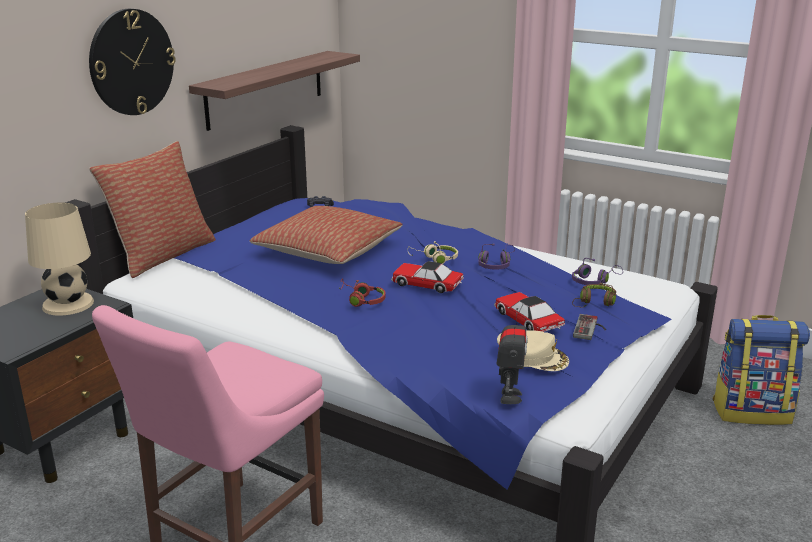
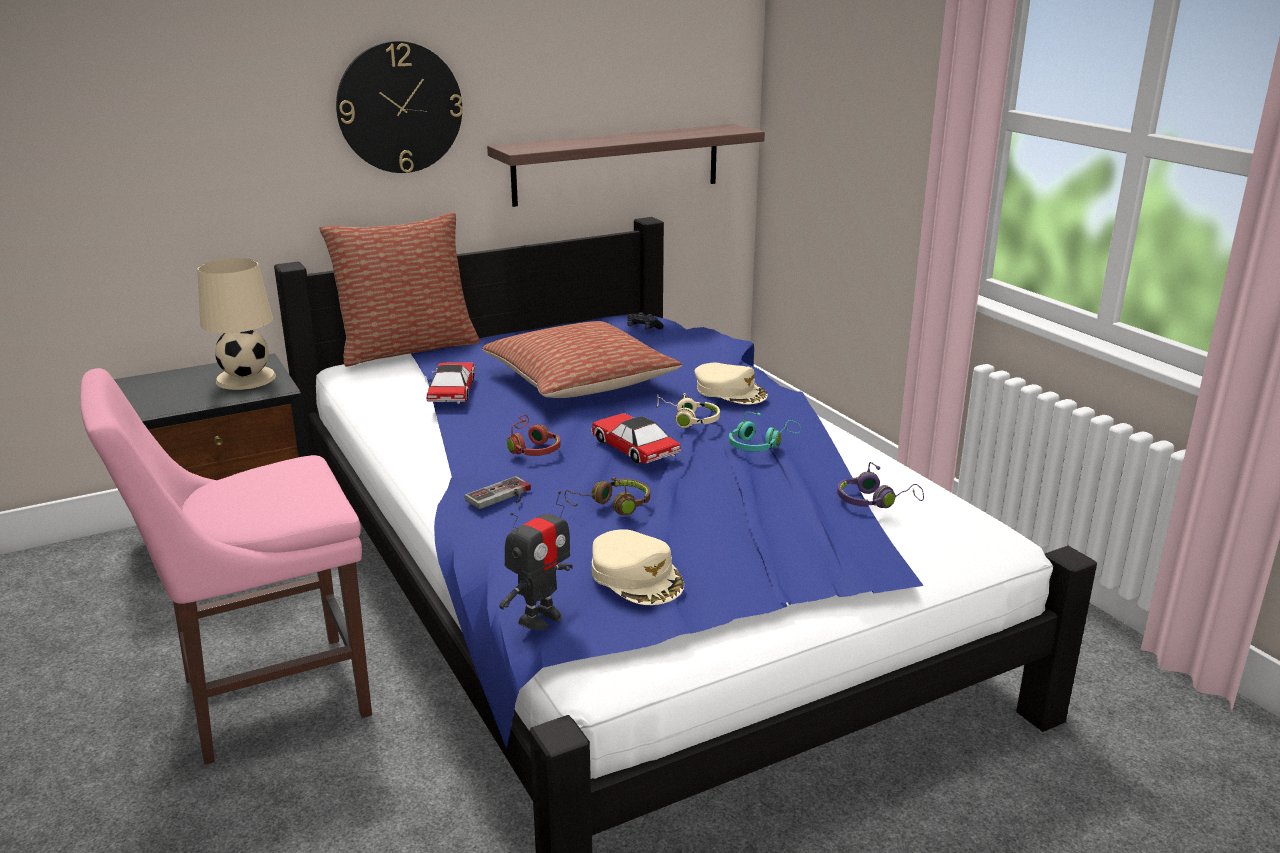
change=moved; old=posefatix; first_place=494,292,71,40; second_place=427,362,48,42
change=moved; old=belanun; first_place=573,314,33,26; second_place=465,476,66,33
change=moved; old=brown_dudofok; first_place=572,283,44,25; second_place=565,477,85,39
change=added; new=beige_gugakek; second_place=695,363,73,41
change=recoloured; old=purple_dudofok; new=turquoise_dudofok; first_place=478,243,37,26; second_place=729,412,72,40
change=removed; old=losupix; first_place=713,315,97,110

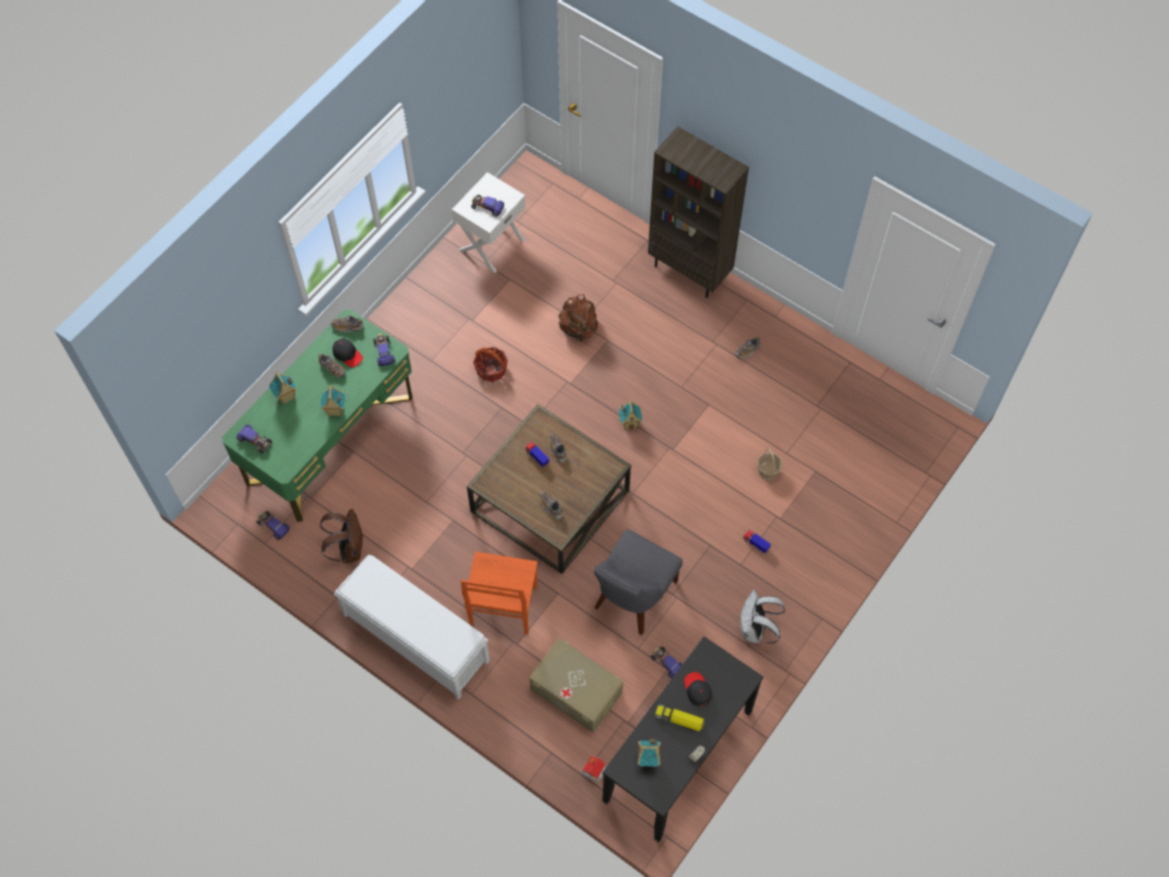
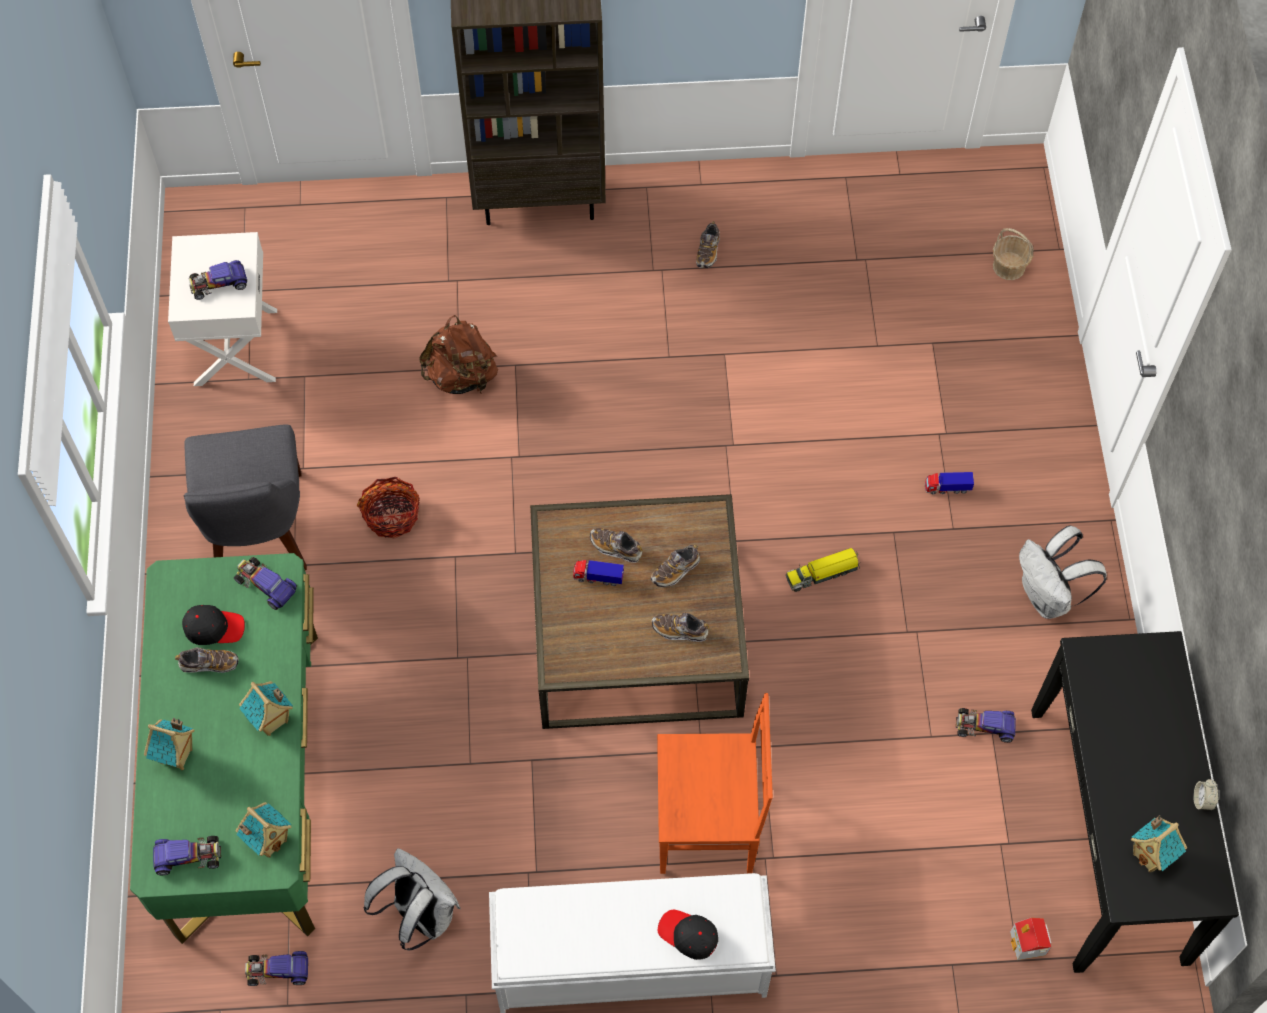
change=moved; old=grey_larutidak; first_place=594,529,88,106; second_place=184,424,123,146
change=moved; old=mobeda; first_place=619,400,23,30; second_place=236,802,56,56
change=recoloured; old=brown_losupix; new=white_losupix; first_place=320,509,43,54; second_place=363,848,98,102
change=moved; old=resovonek; first_place=331,315,32,17; second_place=651,545,49,42
change=turned; old=orange_larutidak; first_place=461,552,77,82; second_place=657,693,116,181; degrees=-60
change=moved; old=black_gugakek; first_place=684,672,28,34; second_place=658,910,60,50
change=moved; old=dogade; first_place=655,705,50,29; second_place=786,548,74,44
change=moved; old=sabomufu; first_place=757,448,26,32; second_place=993,228,41,52
change=removed; old=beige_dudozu; first_place=529,638,94,95

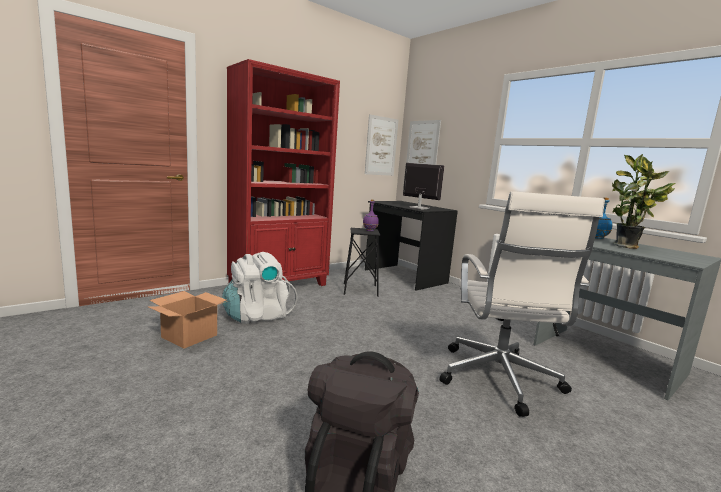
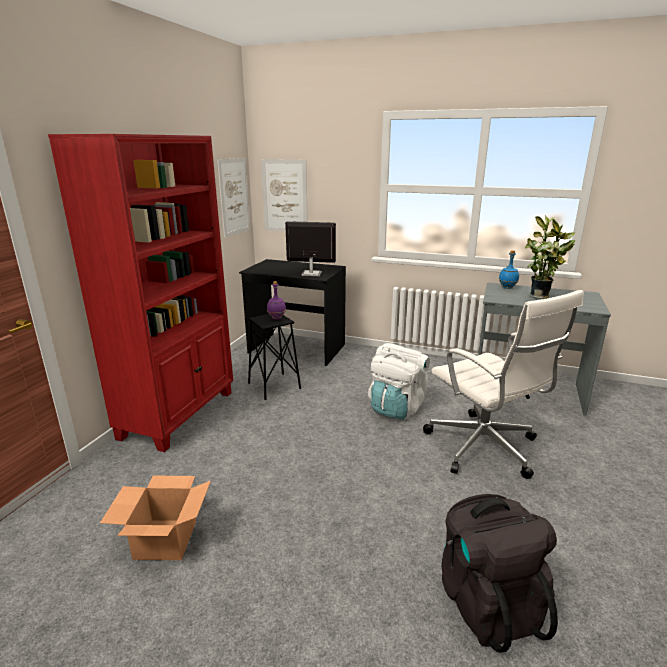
change=moved; old=white_losupix; first_place=222,252,75,72; second_place=368,343,62,77

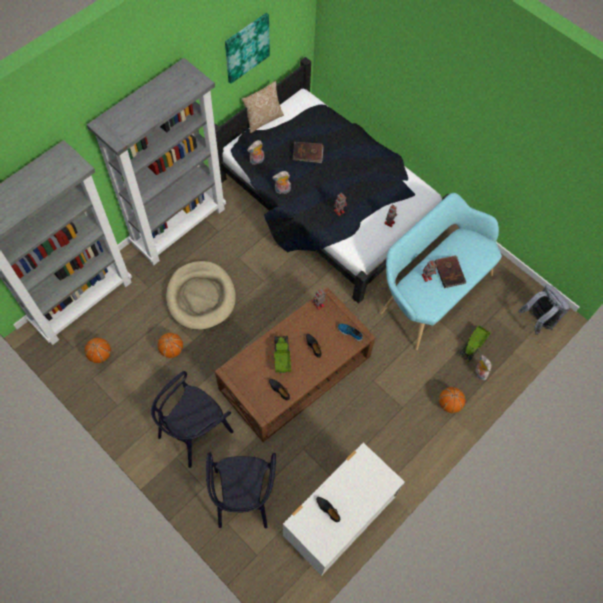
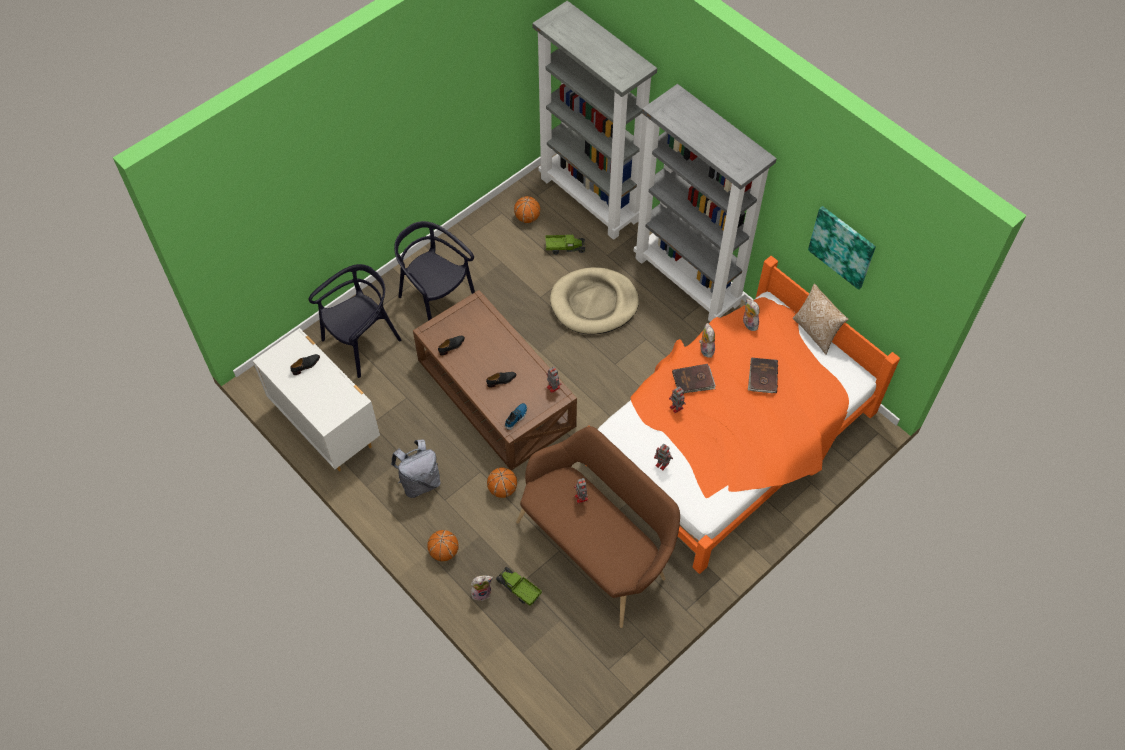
change=turned; old=black_larutidak; first_place=206,452,70,77; second_place=309,264,92,114; degrees=135
change=moved; old=grey_losupix; first_place=518,285,52,50; second_place=391,439,49,59
change=moved; old=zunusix; first_place=158,333,25,25; second_place=487,467,30,31
change=recoloured; old=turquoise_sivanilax; new=brown_sivanilax; first_place=380,193,122,157; second_place=516,426,164,202
change=moved; old=dogade; first_place=274,336,17,37; second_place=545,234,40,21
change=recoloured; old=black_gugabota; new=orange_gugabota; first_place=214,57,235,246; second_place=584,256,316,318
change=moved; old=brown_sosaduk; first_place=434,255,32,33; second_place=672,364,44,29

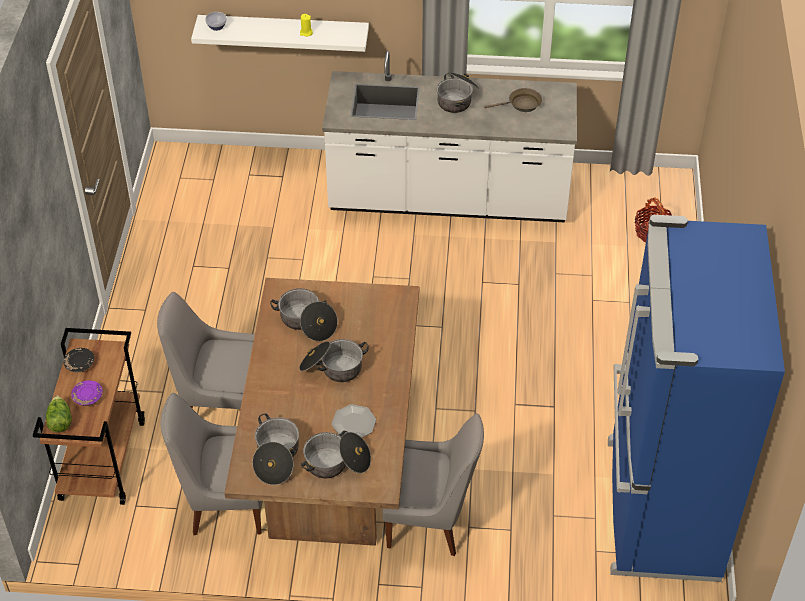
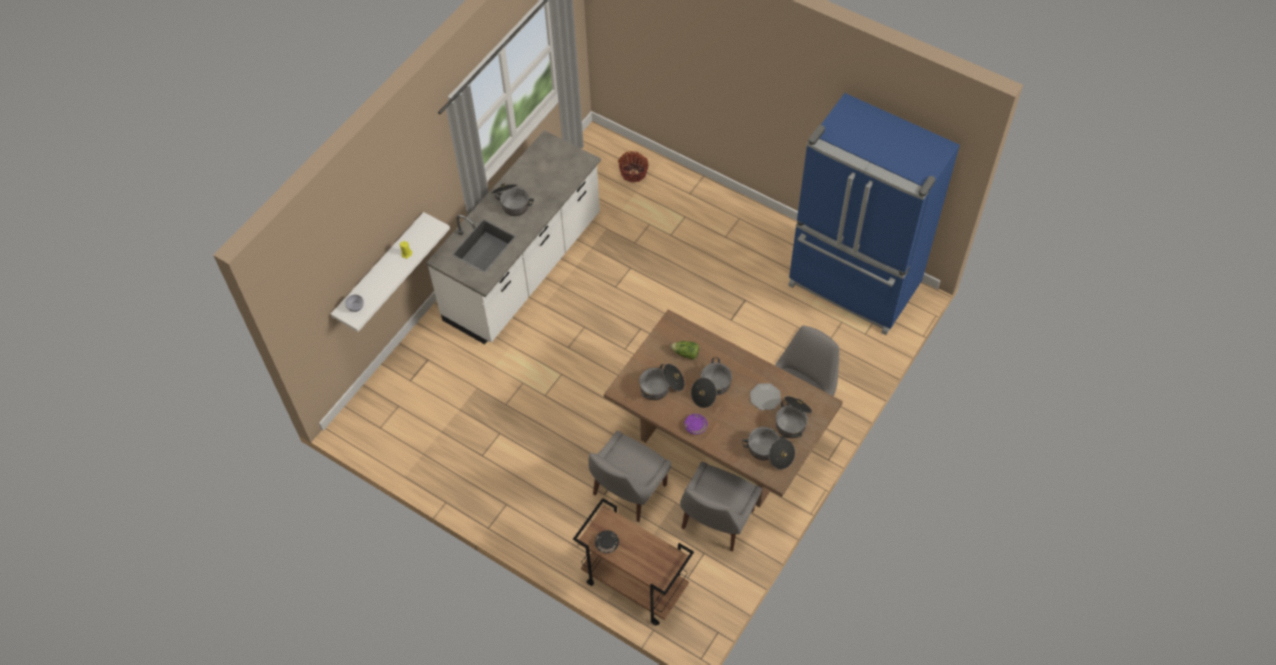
change=moved; old=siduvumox; first_place=46,396,26,37; second_place=670,341,29,19
change=moved; old=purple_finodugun; first_place=71,380,32,26; second_place=684,414,24,21
change=removed; old=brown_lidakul; first_place=484,88,58,24

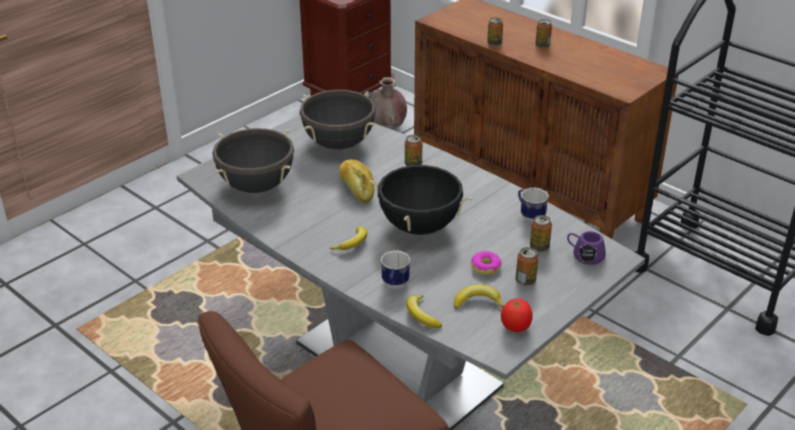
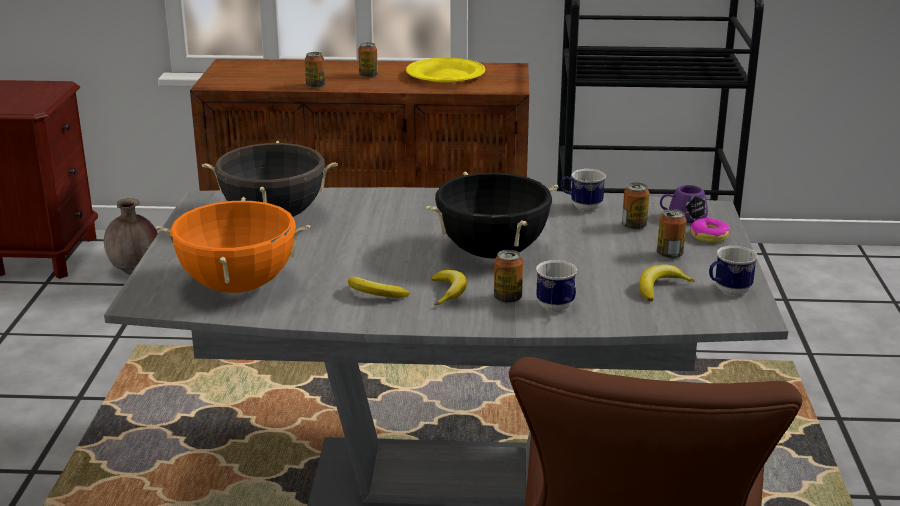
change=recoloured; old=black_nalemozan; new=orange_nalemozan; first_place=213,128,81,65; second_place=156,197,155,96
change=moved; old=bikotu; first_place=406,295,36,33; second_place=348,277,62,21
change=added; new=yellow_finodugun; second_place=406,57,79,26
change=moved; old=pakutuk; first_place=405,135,17,31; second_place=494,250,29,54
change=moved; old=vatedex; first_place=471,251,31,24; second_place=690,218,40,25
change=replaced; old=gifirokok; new=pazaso; first_place=501,298,32,34; second_place=709,246,49,50
change=removed; old=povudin; first_place=339,159,35,44

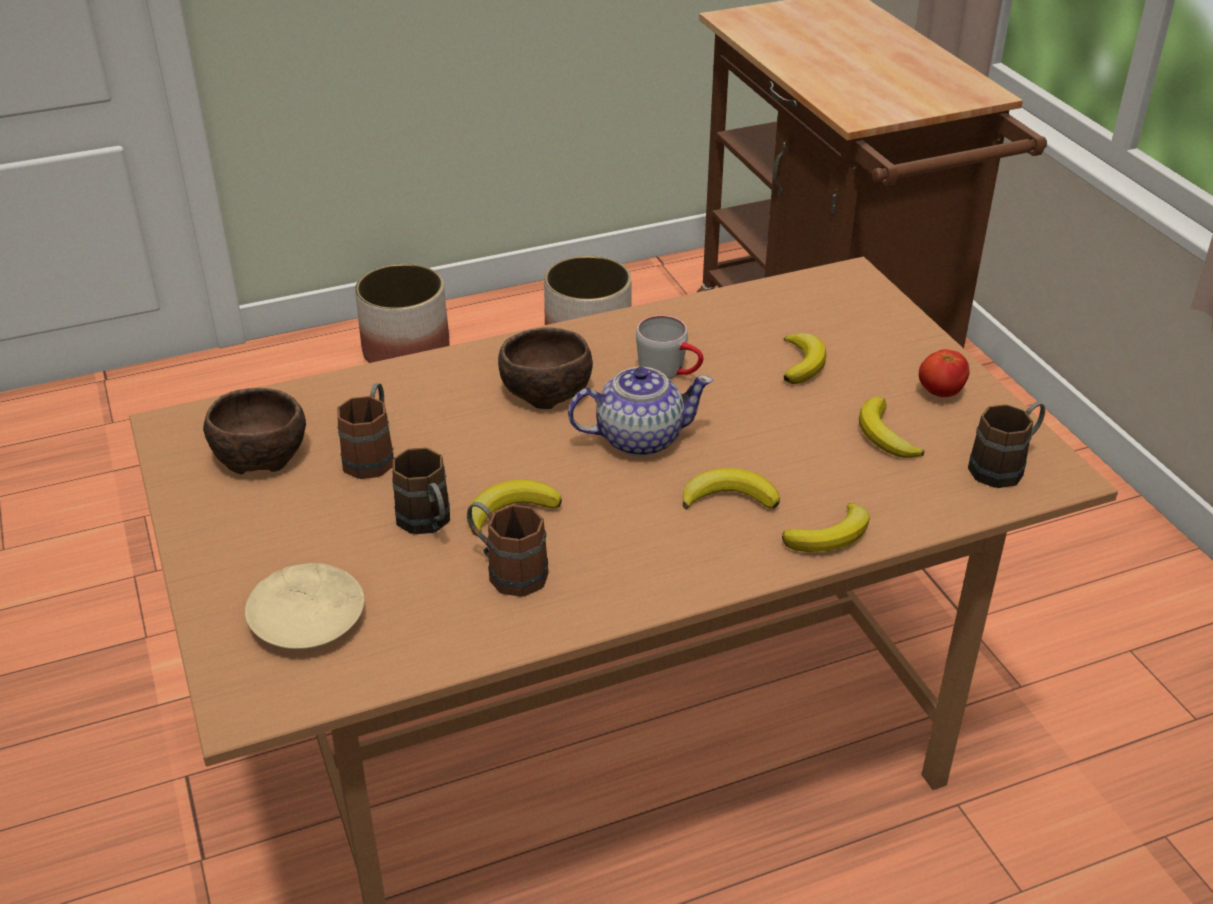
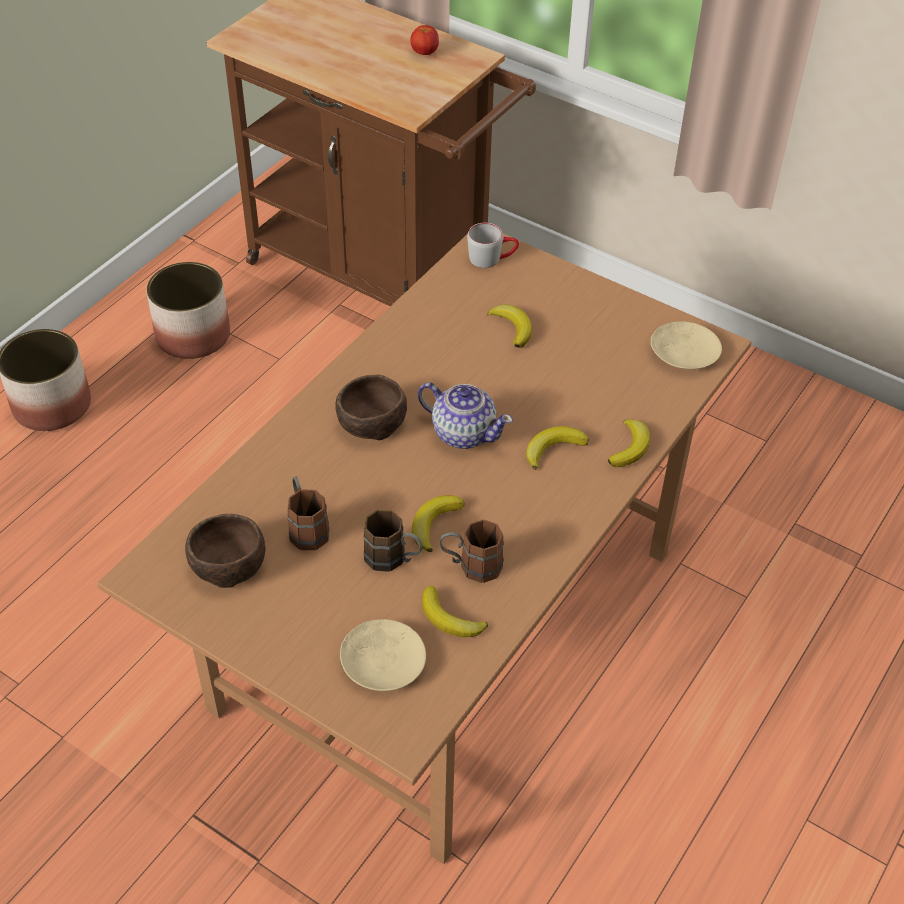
change=moved; old=gifirokok; first_place=919,349,50,48; second_place=410,25,29,30
change=turned; old=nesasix; first_place=568,367,145,89; second_place=418,382,95,67; degrees=75
change=moved; old=bikotu; first_place=859,396,66,62; second_place=422,586,66,51
change=moved; old=grey_pazaso; first_place=636,315,68,64; second_place=467,223,52,45
change=replaced; old=brown_pazaso; new=beige_finodugun; first_place=968,402,77,86; second_place=651,321,71,48

